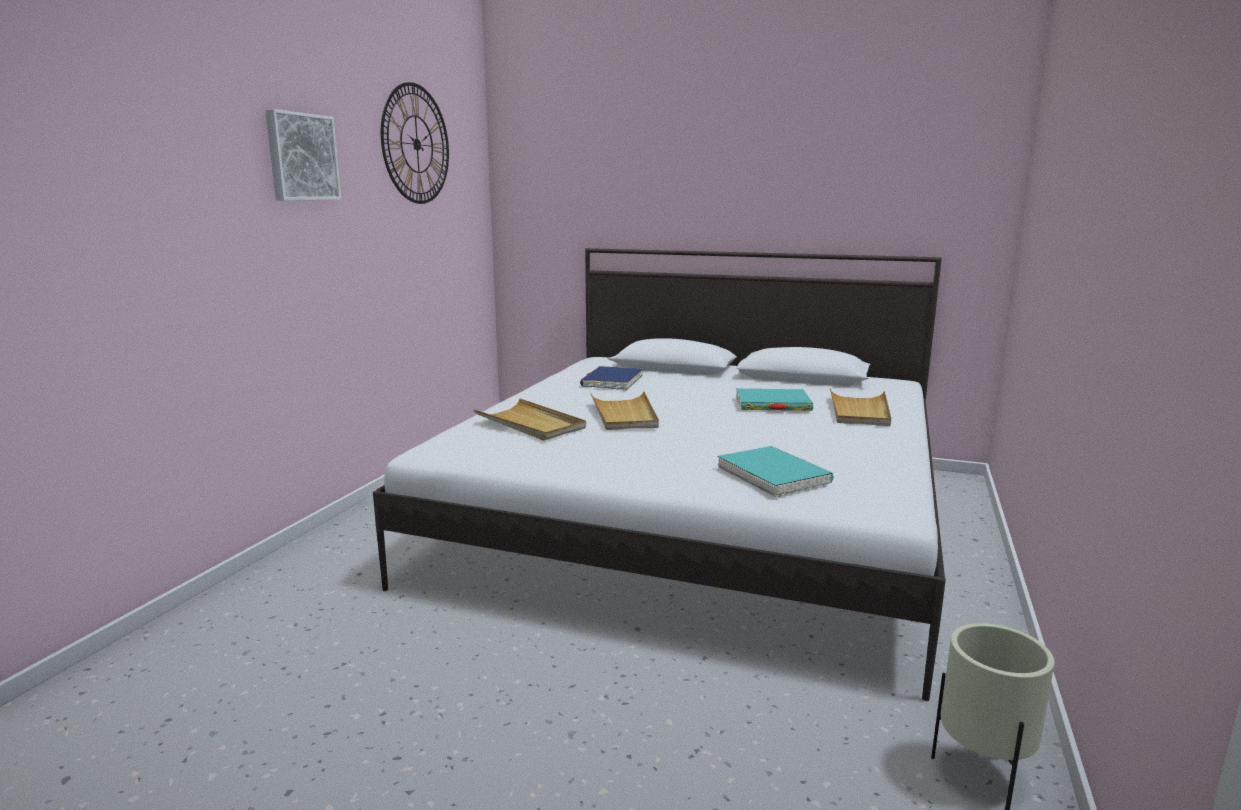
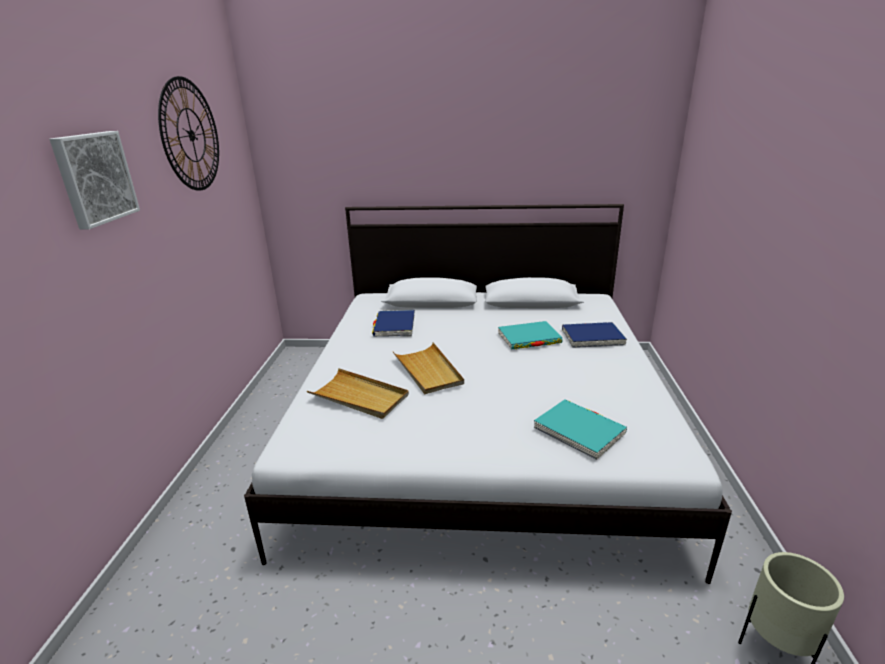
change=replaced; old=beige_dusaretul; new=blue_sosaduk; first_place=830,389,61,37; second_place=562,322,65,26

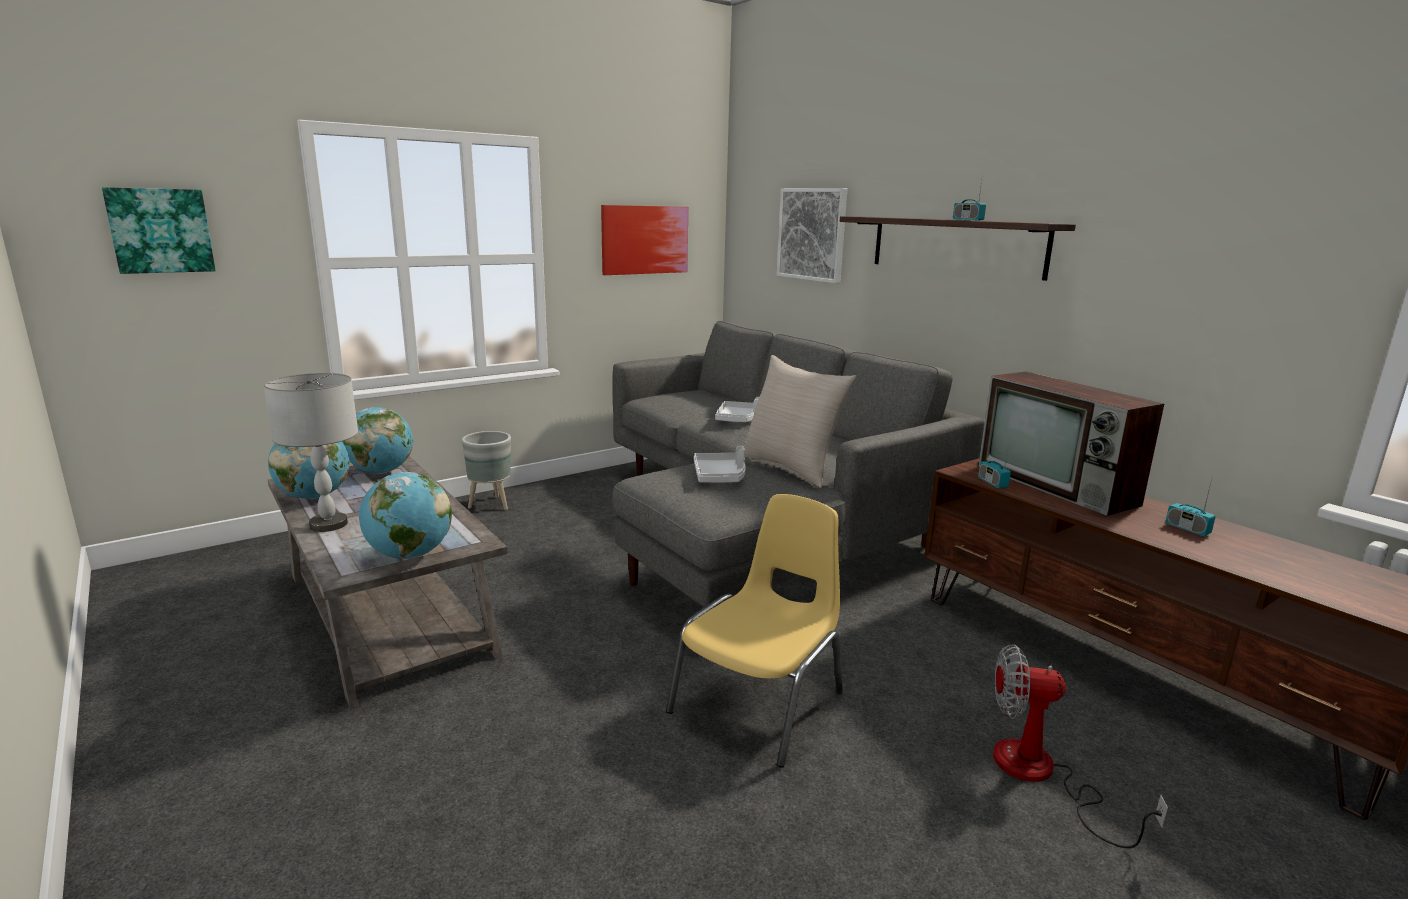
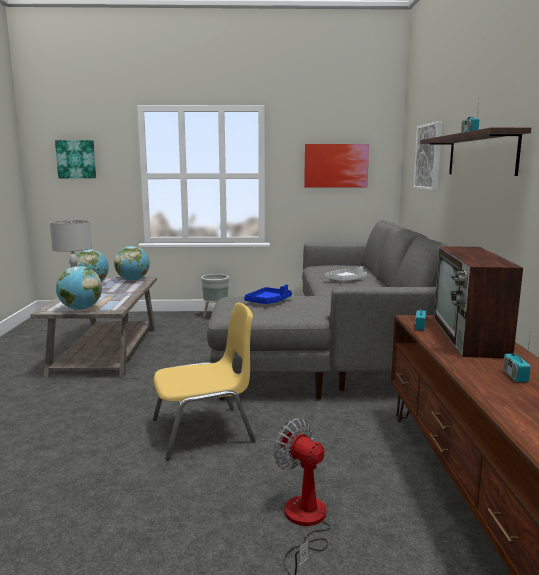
change=recoloured; old=white_dusaretul; new=blue_dusaretul; first_place=694,446,52,37; second_place=244,285,48,19
change=removed; old=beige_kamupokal; first_place=744,355,113,133

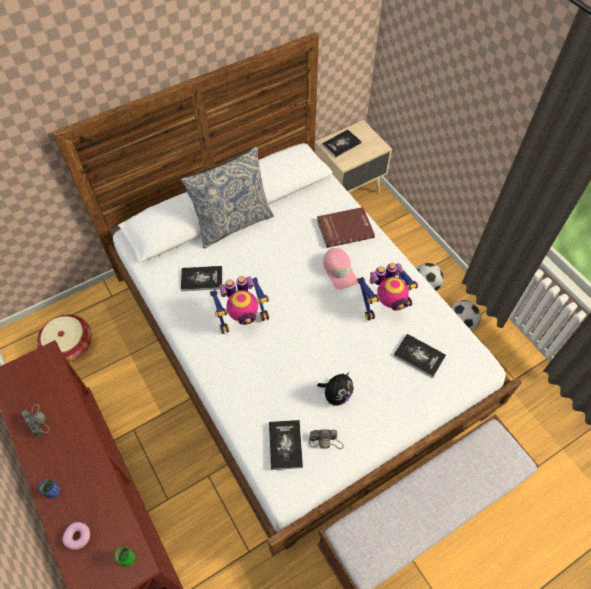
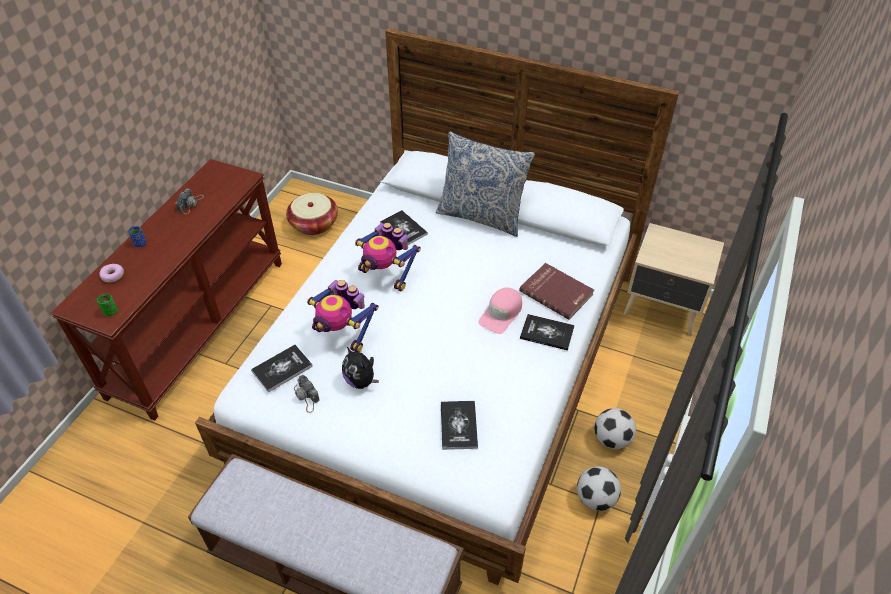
change=moved; old=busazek; first_place=357,263,61,58; second_place=307,280,72,72
change=turned; old=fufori; first_place=317,372,37,34; second_place=342,347,37,42; degrees=45
change=moved; old=sosaduk; first_place=322,130,40,28; second_place=520,314,55,37

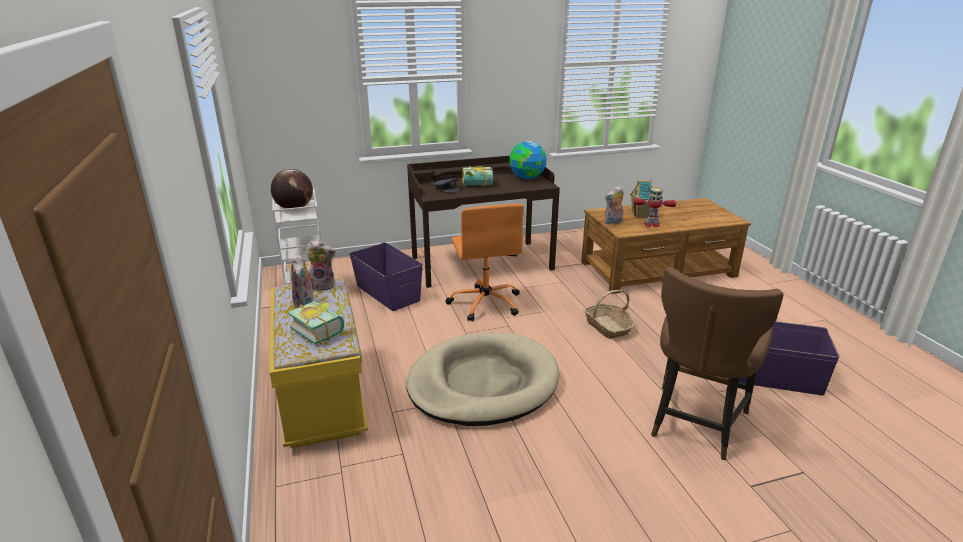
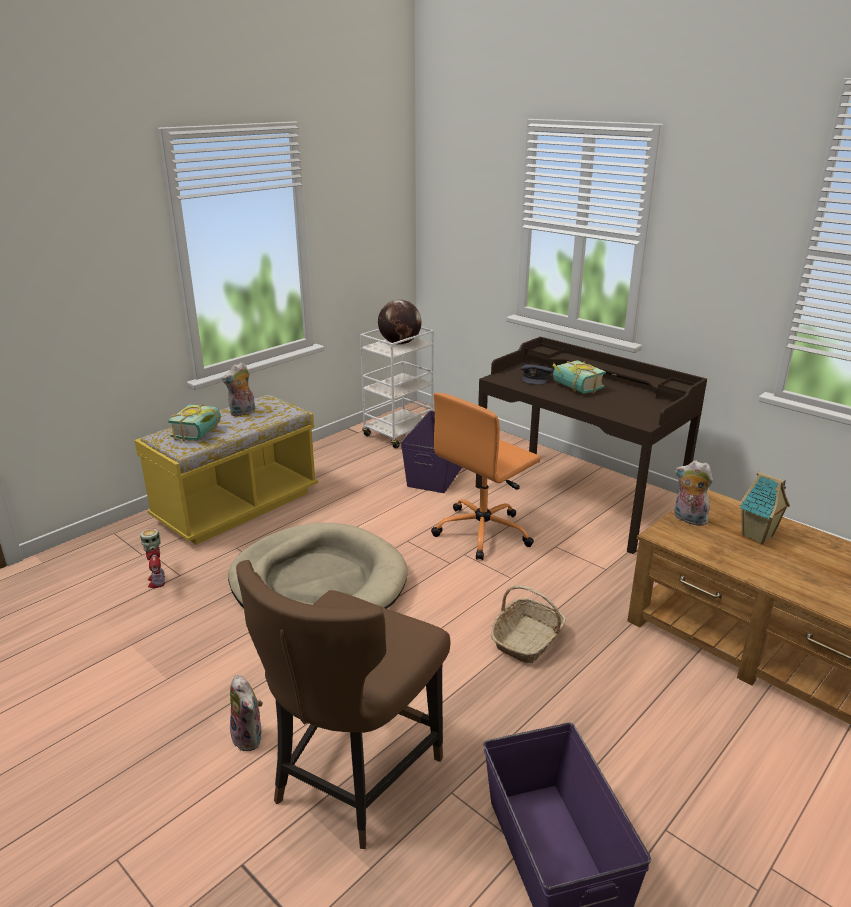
change=moved; old=busazek; first_place=633,188,44,40; second_place=140,529,25,59
change=moved; old=fufori; first_place=306,240,30,51; second_place=230,675,33,76
change=turned; old=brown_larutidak; first_place=651,267,132,193; second_place=236,560,214,289; degrees=-60
change=removed; old=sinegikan; first_place=509,141,38,38

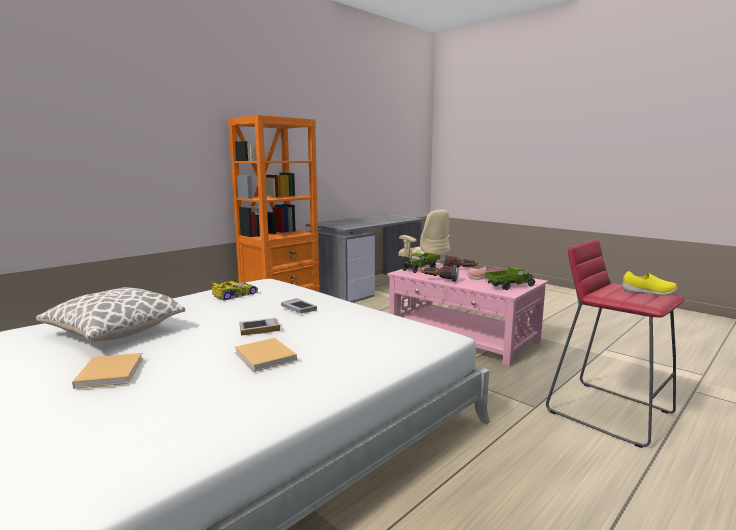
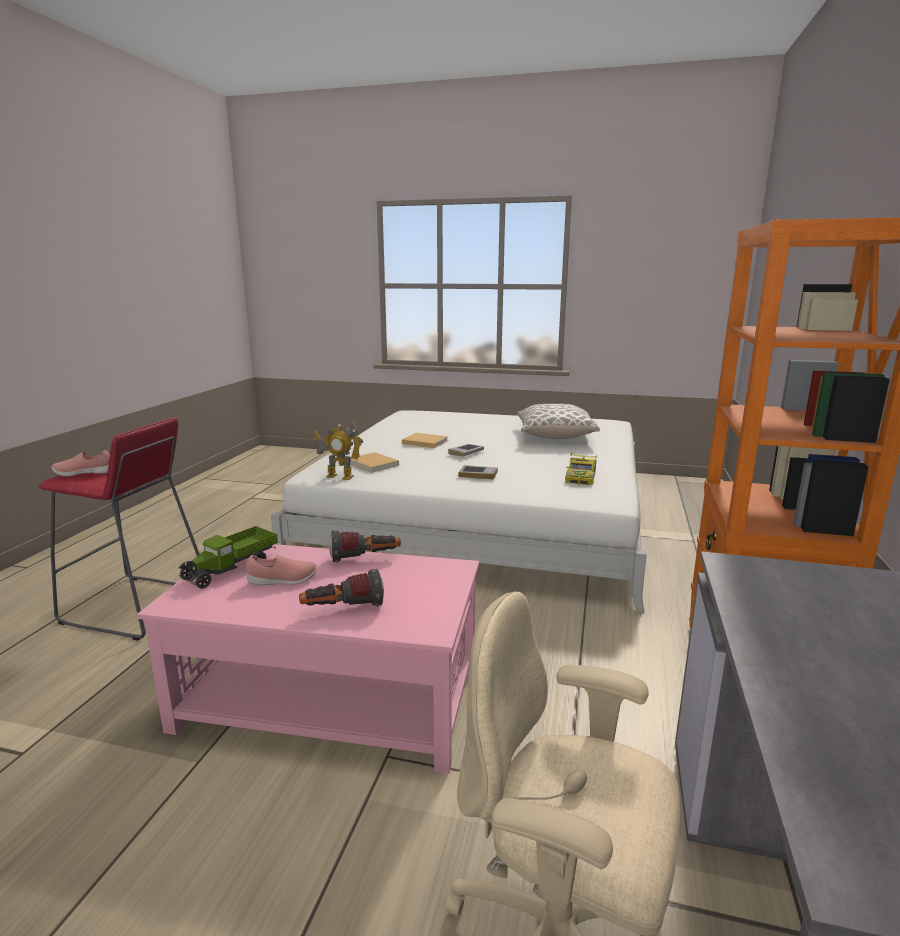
change=recoloured; old=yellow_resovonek; new=pink_resovonek; first_place=622,271,55,24; second_place=51,450,59,26
change=added; new=busazek; second_place=313,421,50,59
change=moved; old=beige_sosaduk; first_place=72,353,71,36; second_place=350,452,49,21
change=removed; old=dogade; first_place=402,253,38,20

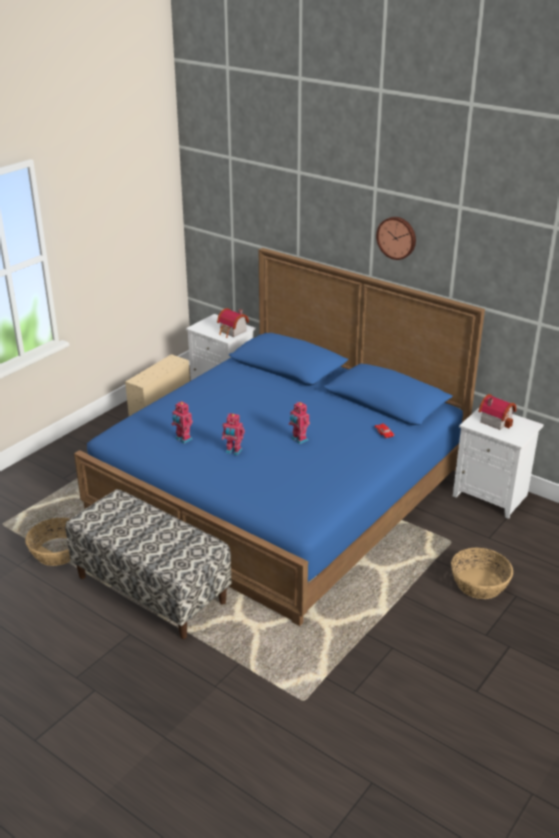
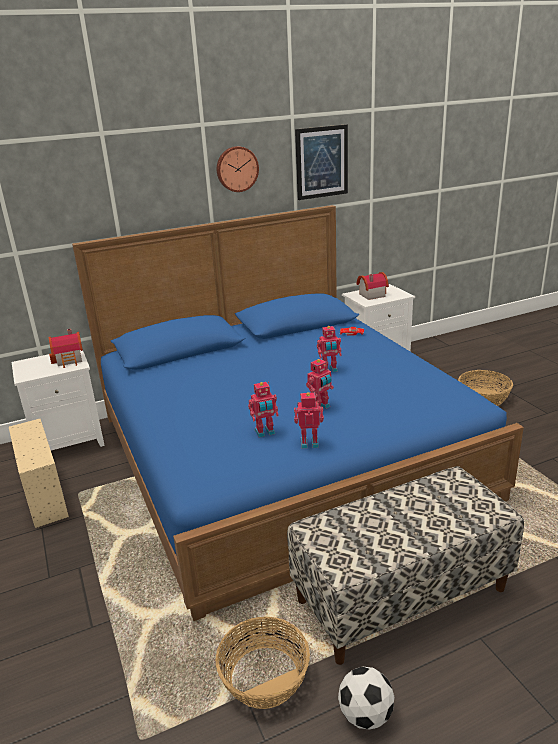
change=added; new=busazek; second_place=294,392,30,57
change=added; new=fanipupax; second_place=295,124,53,76
change=added; new=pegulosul; second_place=338,666,56,64

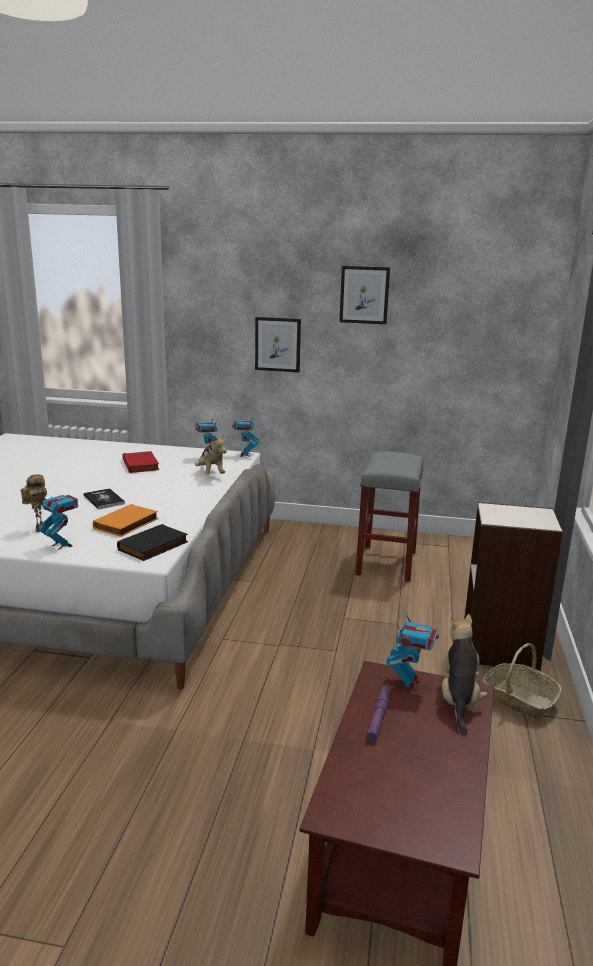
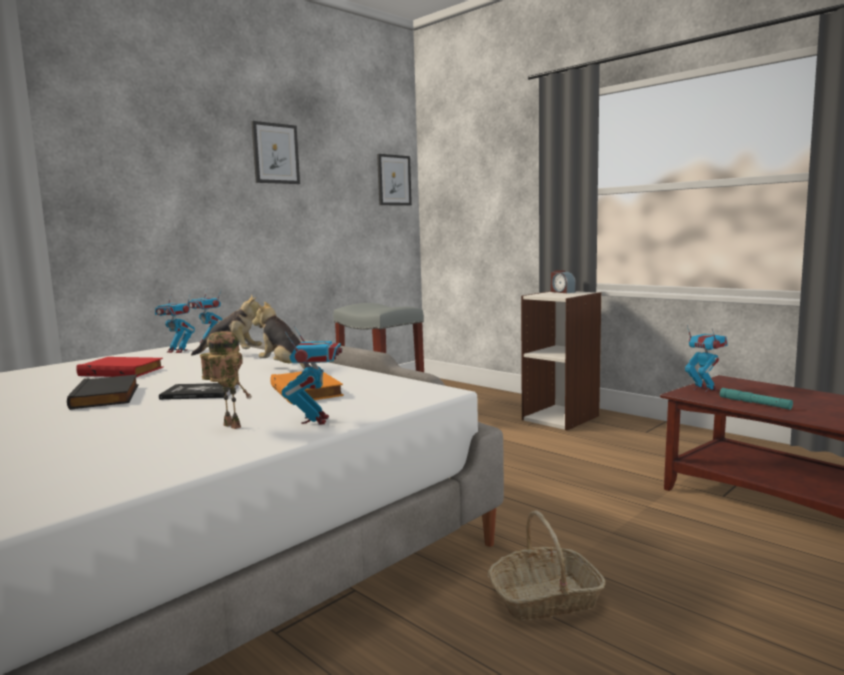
change=moved; old=black_sosaduk; first_place=117,524,71,37; second_place=67,374,72,36
change=moved; old=fufori; first_place=442,614,46,121; second_place=252,302,60,67
change=turned; old=busazek; first_place=38,490,40,60; second_place=282,326,60,98; degrees=105
change=moved; old=fanipupax; first_place=255,317,46,55; second_place=377,154,35,52
change=moved; old=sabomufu; first_place=482,643,80,76; second_place=488,510,118,111
change=added; new=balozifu; second_place=551,270,25,23
change=recoloured; old=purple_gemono; new=turquoise_gemono; first_place=366,687,26,55; second_place=720,388,73,22

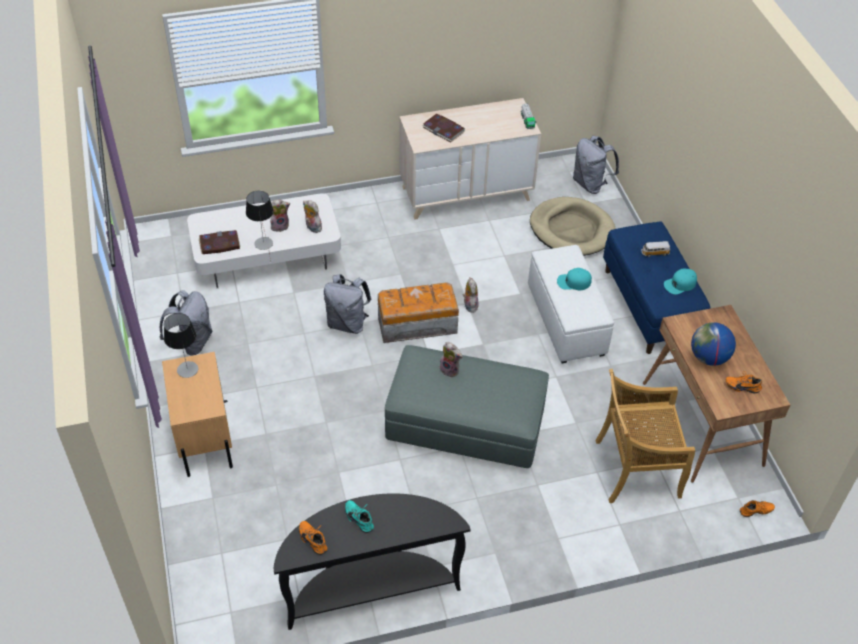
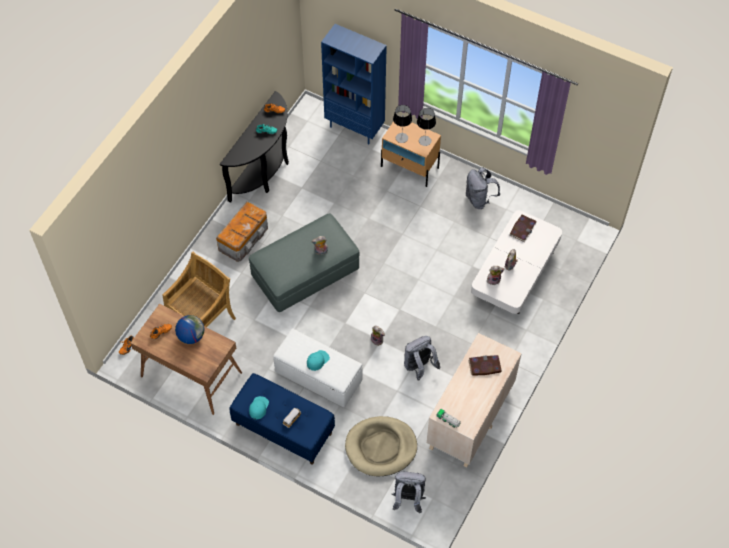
change=moved; old=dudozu; first_place=378,282,81,61; second_place=216,201,52,61
change=added; new=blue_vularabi; second_place=321,24,66,120
change=moved; old=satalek; first_place=246,191,28,59; second_place=393,105,19,38
change=moved; old=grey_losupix; first_place=324,274,47,60; second_place=404,336,37,44

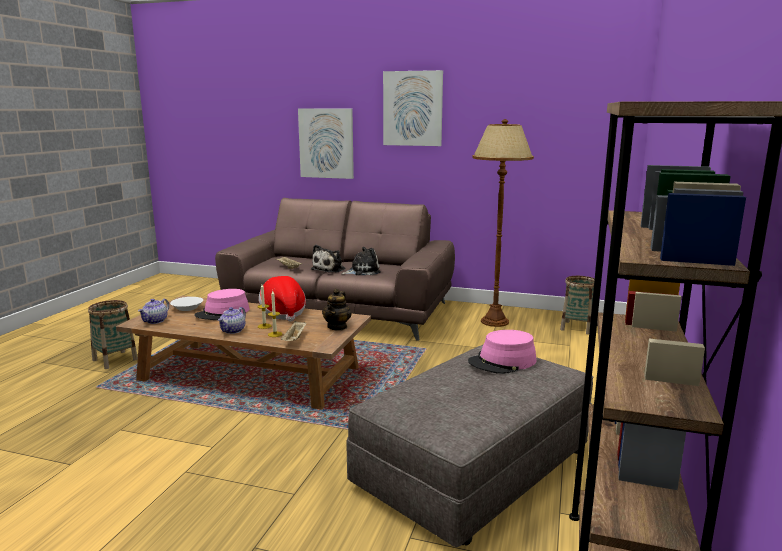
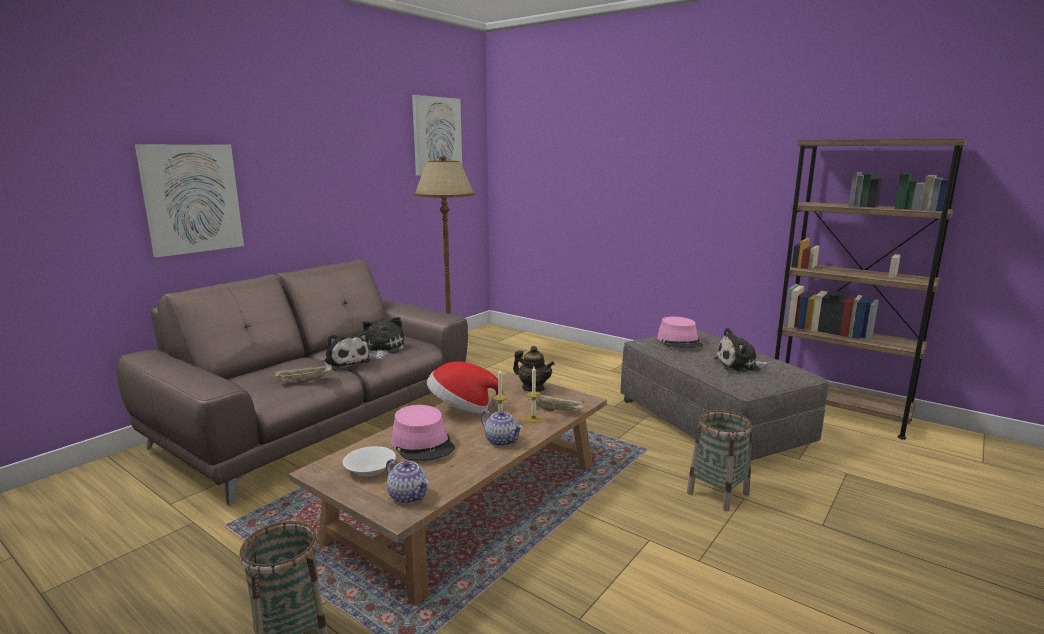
change=moved; old=fanipupax; first_place=383,70,60,76; second_place=412,95,50,81
change=moved; old=sabomufu; first_place=560,276,35,59; second_place=687,410,65,101
change=added; new=fufori; second_place=714,328,55,44

